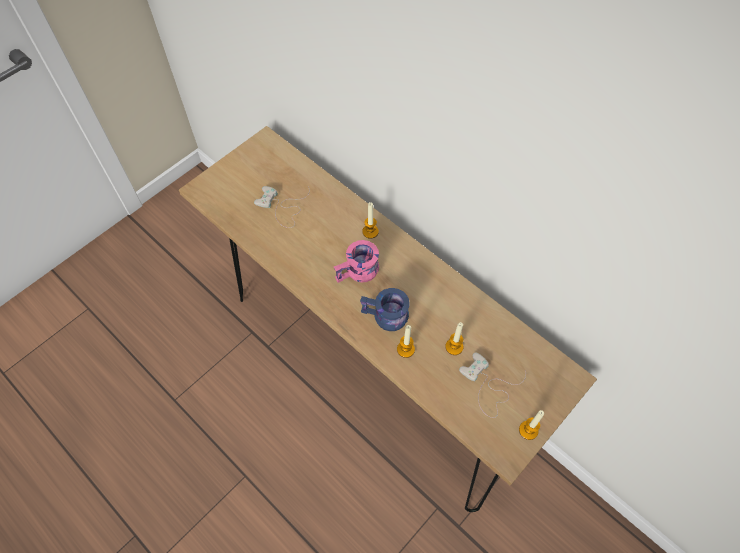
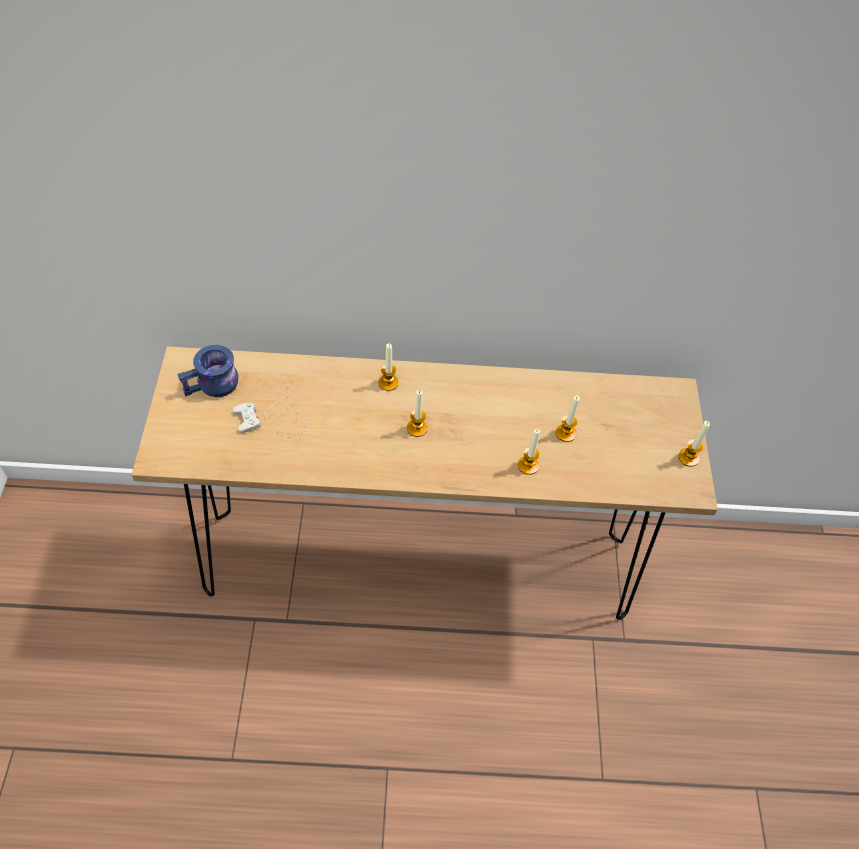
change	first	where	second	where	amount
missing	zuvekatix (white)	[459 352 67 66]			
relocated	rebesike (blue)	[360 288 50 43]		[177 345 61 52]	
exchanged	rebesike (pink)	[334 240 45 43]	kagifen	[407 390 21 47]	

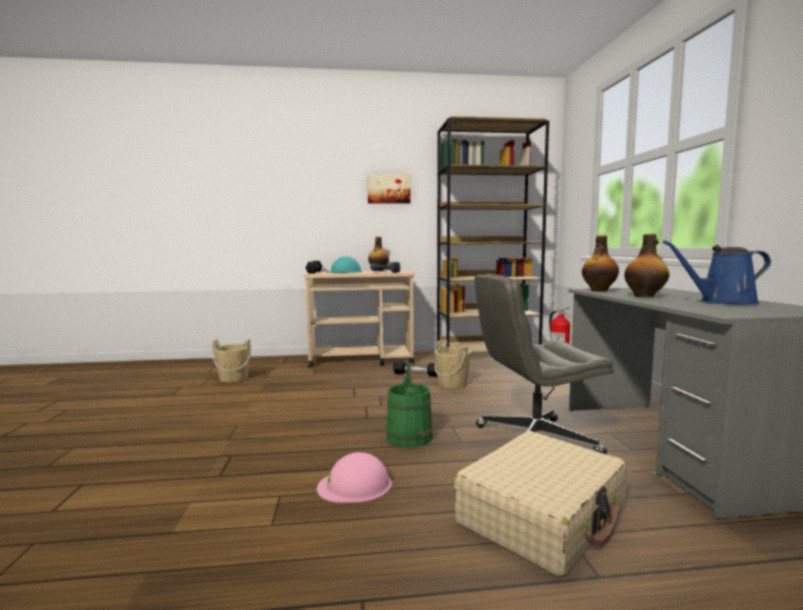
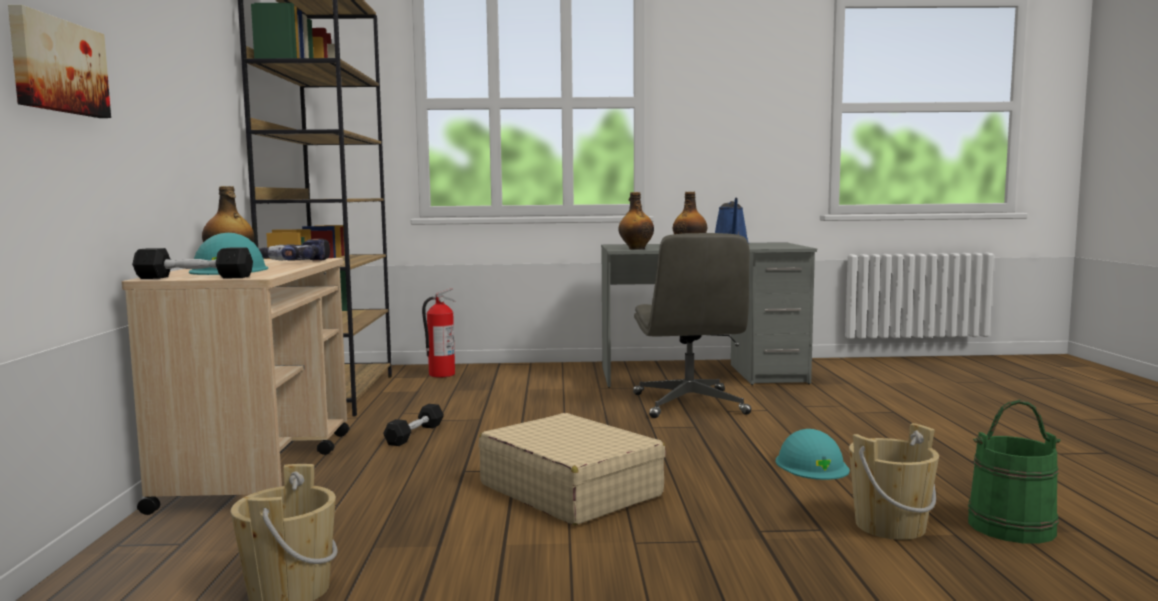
change	first	where	second	where	amount
relocated	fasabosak	[367 174 44 30]		[8 5 103 113]	
relocated	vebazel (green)	[386 362 47 85]		[968 399 92 144]	
relocated	vebazel (beige)	[434 340 37 49]		[849 423 90 117]	
relocated	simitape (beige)	[454 431 173 146]		[479 413 187 112]	
colour	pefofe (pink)	[317 452 75 51]	pefofe (turquoise)	[776 429 74 51]	

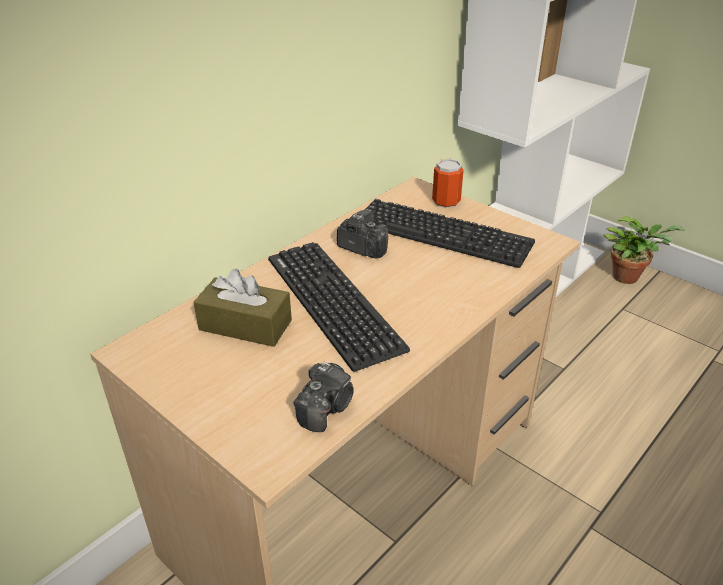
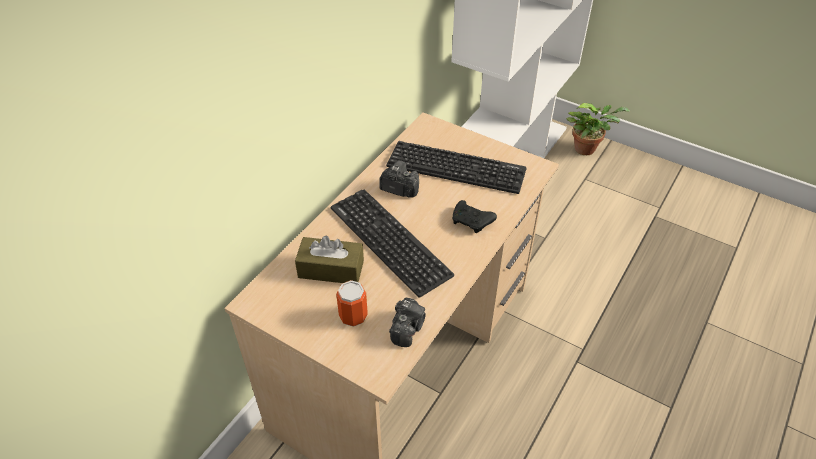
change	first	where	second	where	amount
appeared			zuvekatix (black)	[452 200 45 33]	
relocated	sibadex	[432 159 32 49]		[336 280 32 47]	

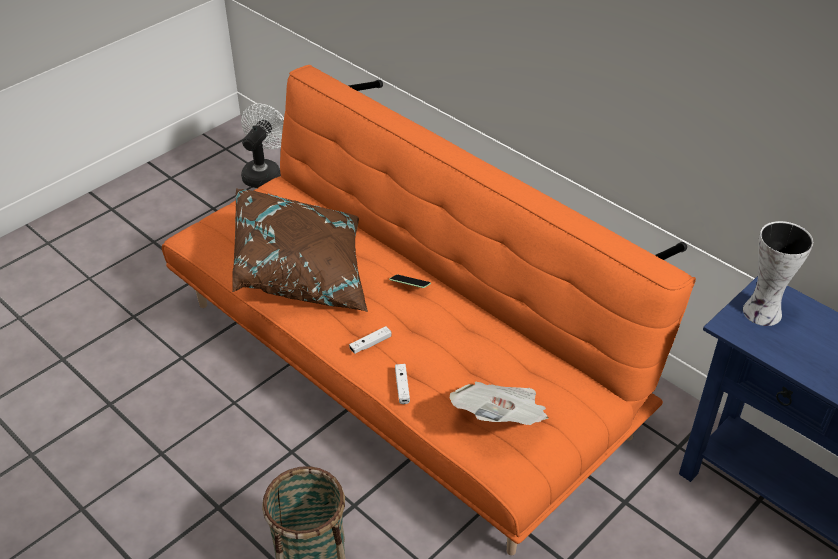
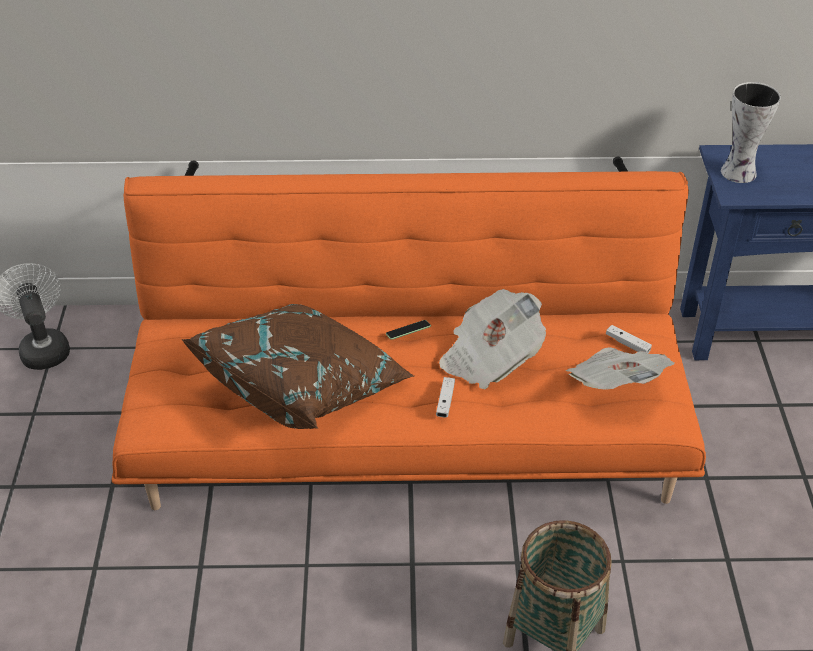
change	first	where	second	where	amount
appeared			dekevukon	[439 289 107 100]	
relocated	zuvekatix (white)	[395 364 15 40]		[606 325 46 29]	

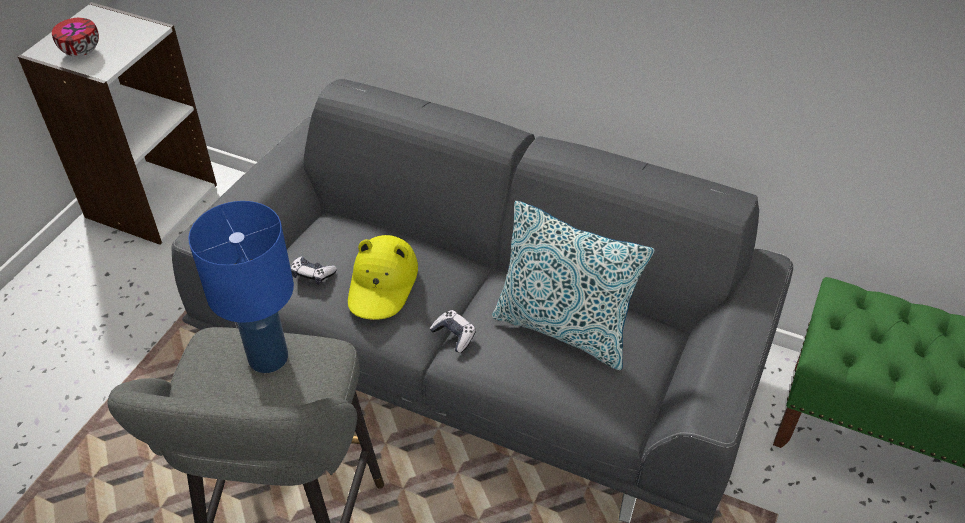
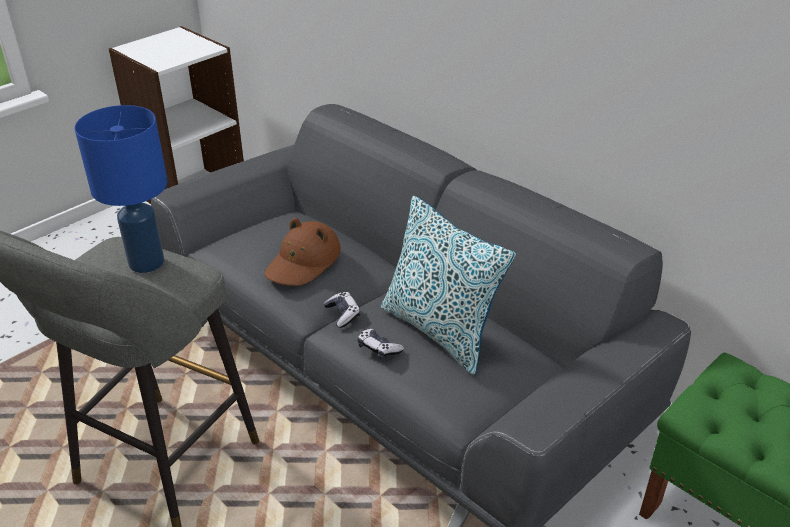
change	first	where	second	where	amount
missing	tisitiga	[52 18 47 39]			
relocated	zuvekatix	[291 256 46 29]		[358 329 46 30]	
colour	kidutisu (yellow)	[348 235 70 85]	kidutisu (brown)	[265 218 76 68]	

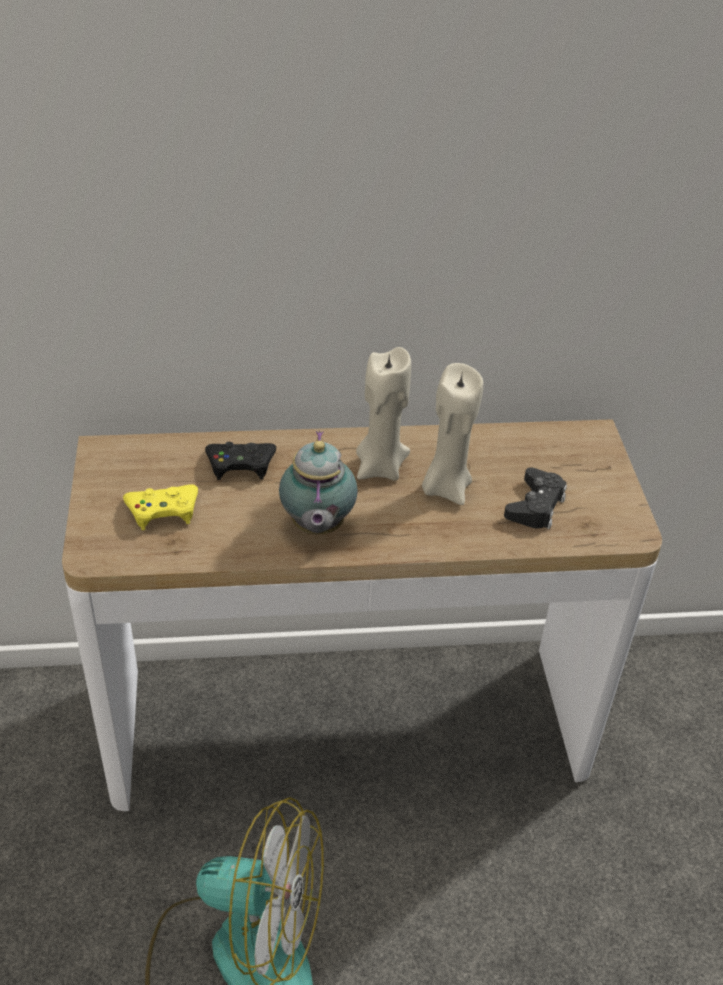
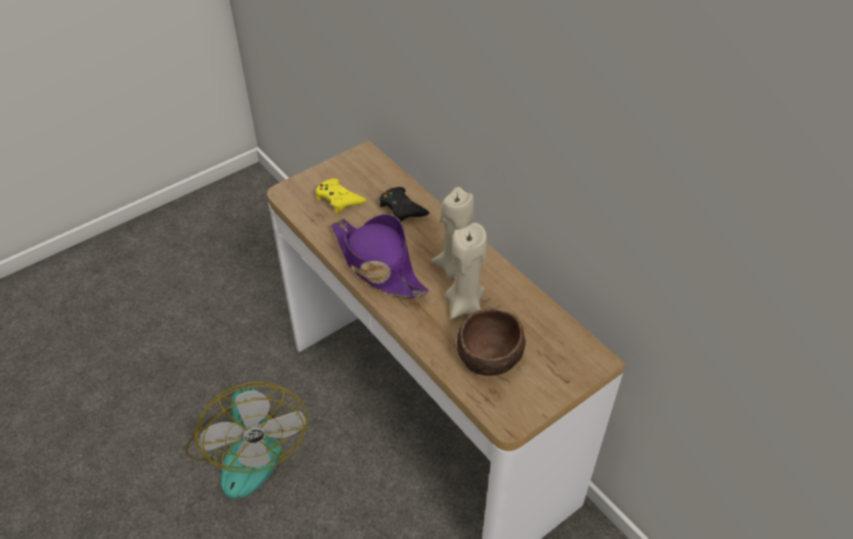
change	first	where	second	where	amount
exchanged	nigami	[279 431 79 104]	kidutisu (purple)	[331 214 98 84]	
exchanged	zuvekatix (black)	[504 467 63 62]	tisitiga (brown)	[457 309 69 67]	

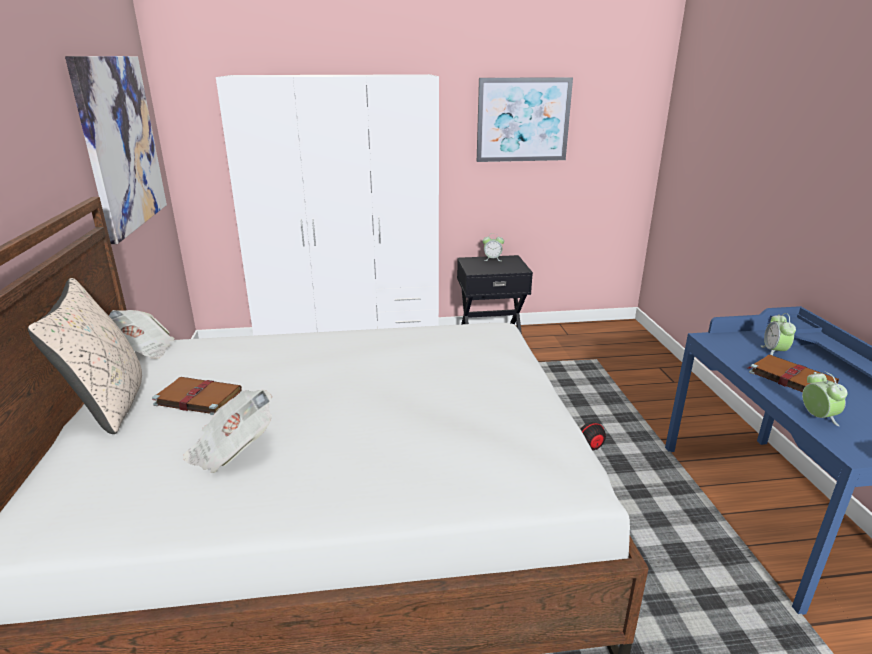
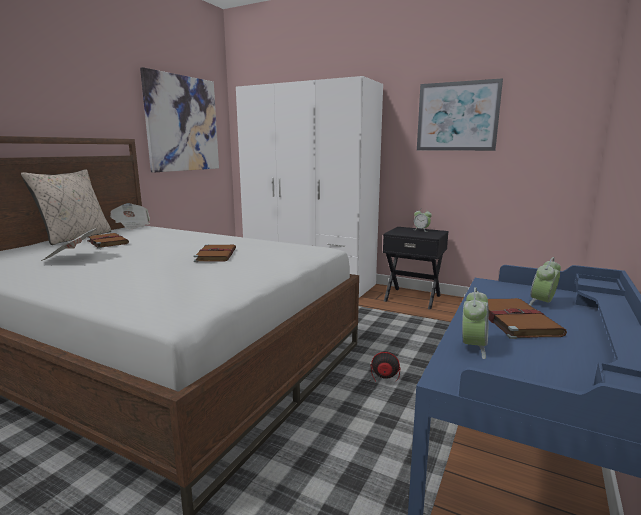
change	first	where	second	where	amount
appeared			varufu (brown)	[193 244 43 18]	

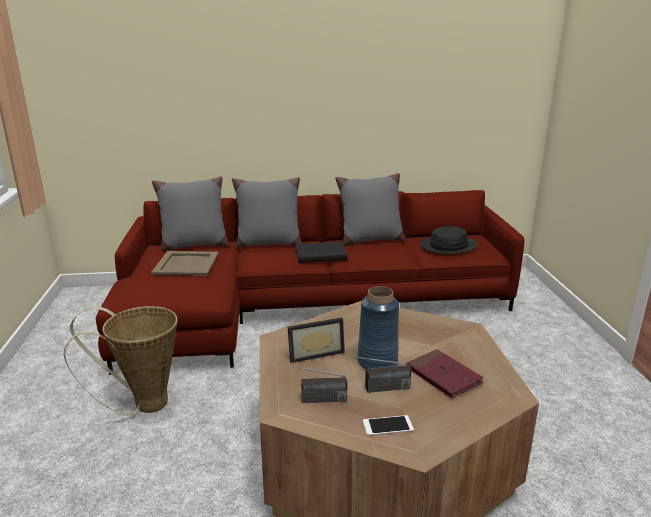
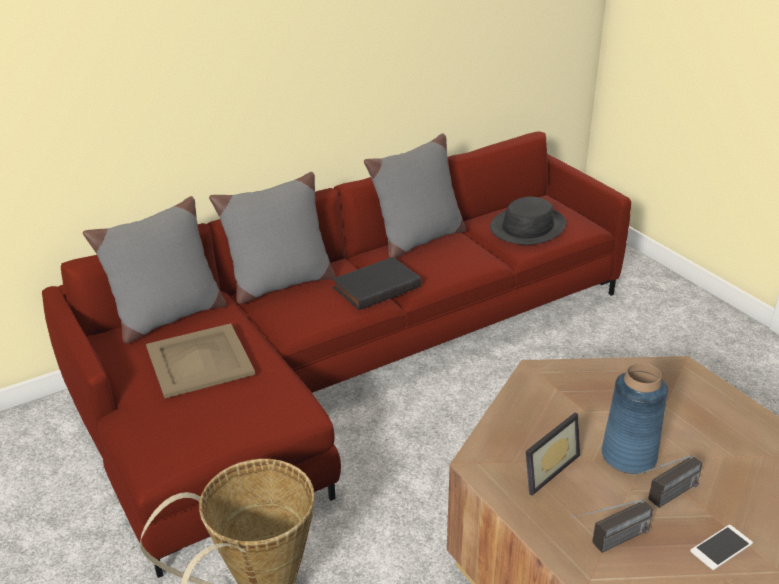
change	first	where	second	where	amount
missing	varufu (red)	[407 349 76 49]			

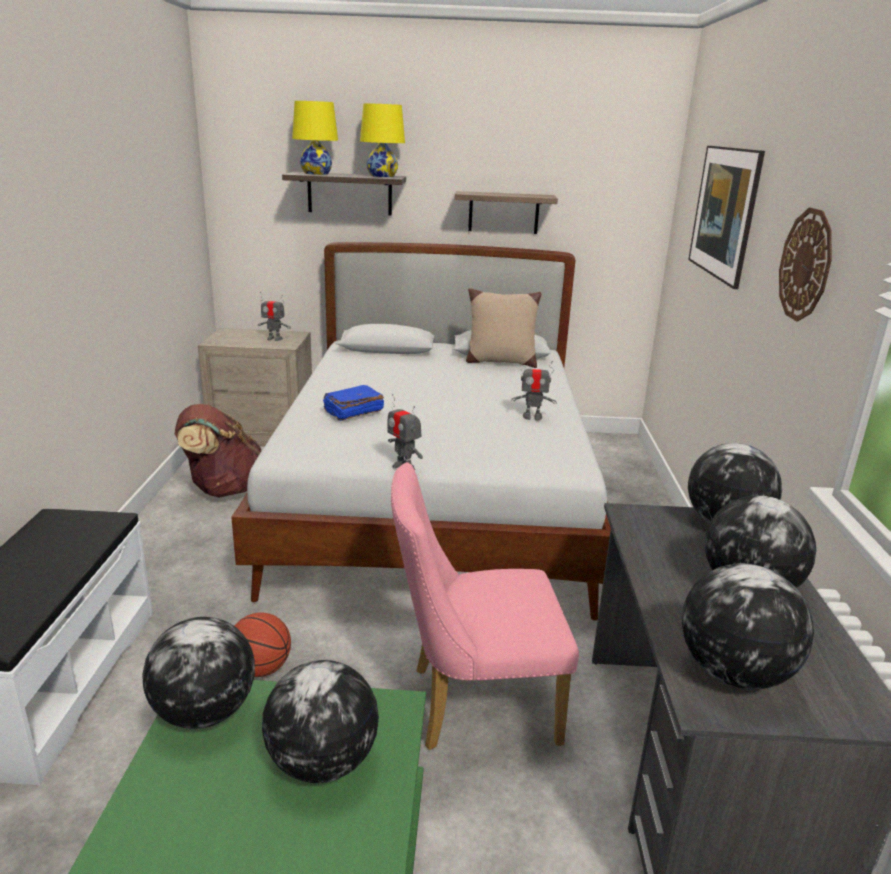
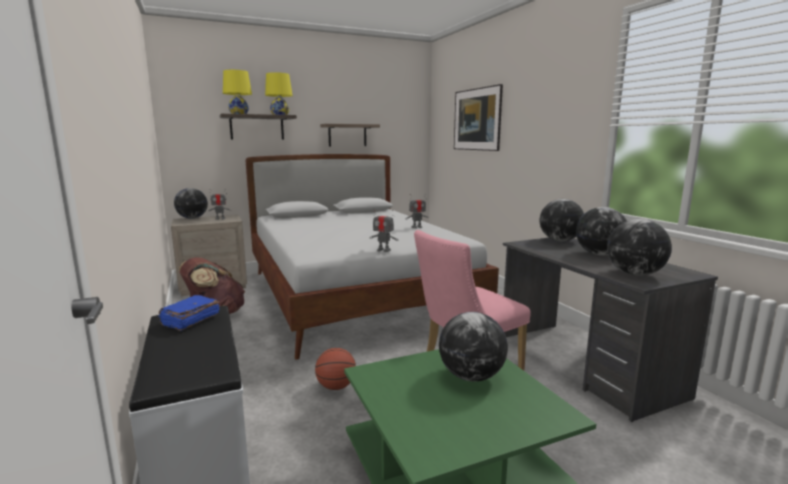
change	first	where	second	where	amount
missing	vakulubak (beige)	[466 288 75 80]			
missing	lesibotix	[779 208 53 113]			
relocated	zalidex	[143 617 112 112]		[174 188 34 31]	
relocated	varufu (blue)	[323 385 61 36]		[159 295 60 36]	

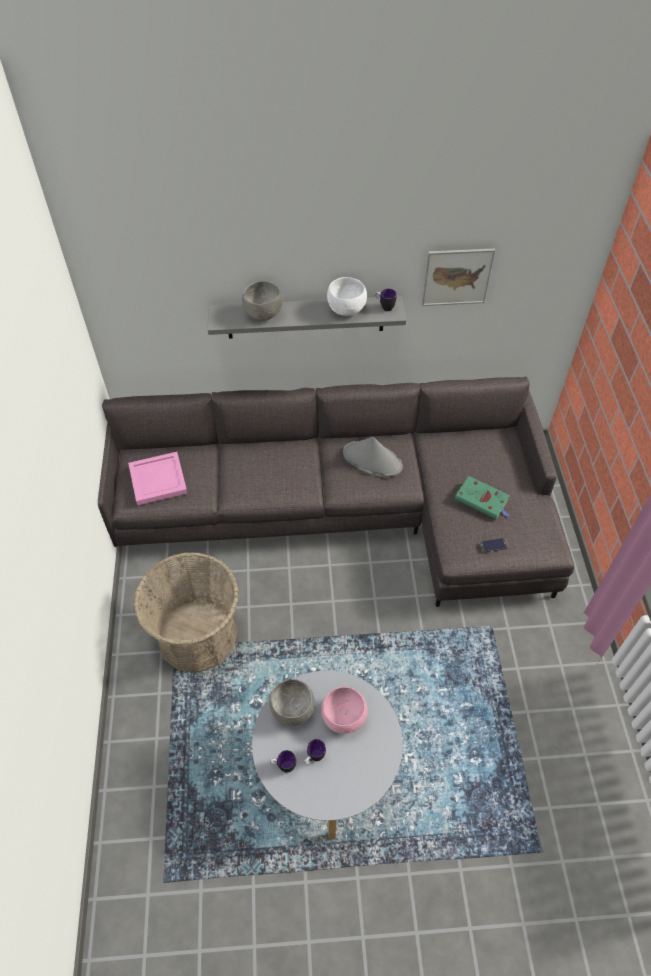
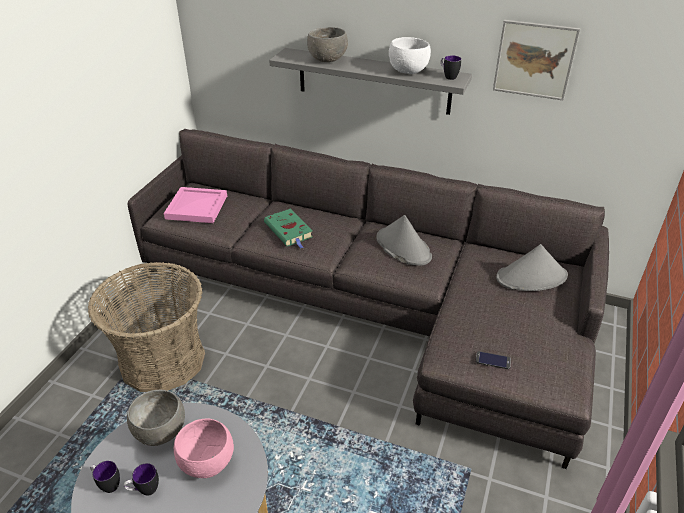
change	first	where	second	where	amount
appeared			kidutisu (grey)	[496 244 72 47]	
relocated	varufu (green)	[455 476 55 43]		[264 209 49 40]	

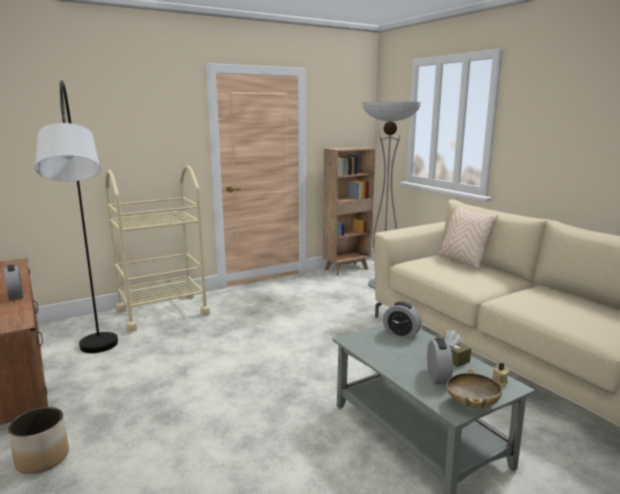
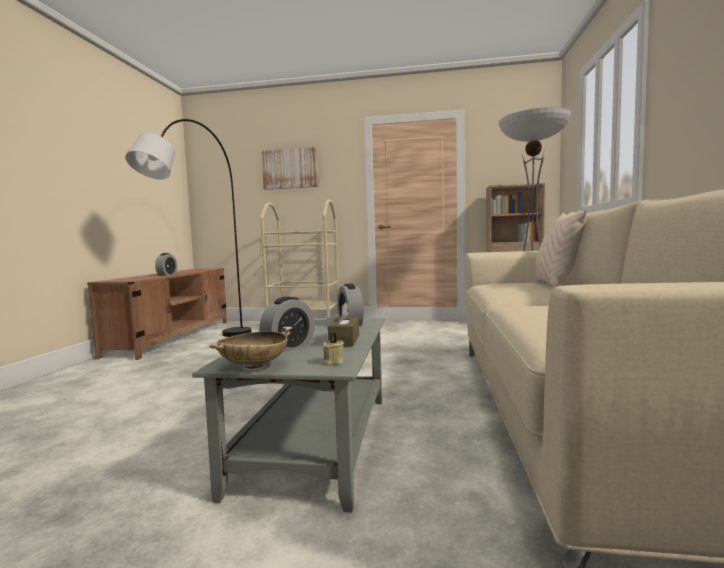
change	first	where	second	where	amount
missing	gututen	[8 407 61 67]			
appeared			fasabosak	[261 147 58 43]	

